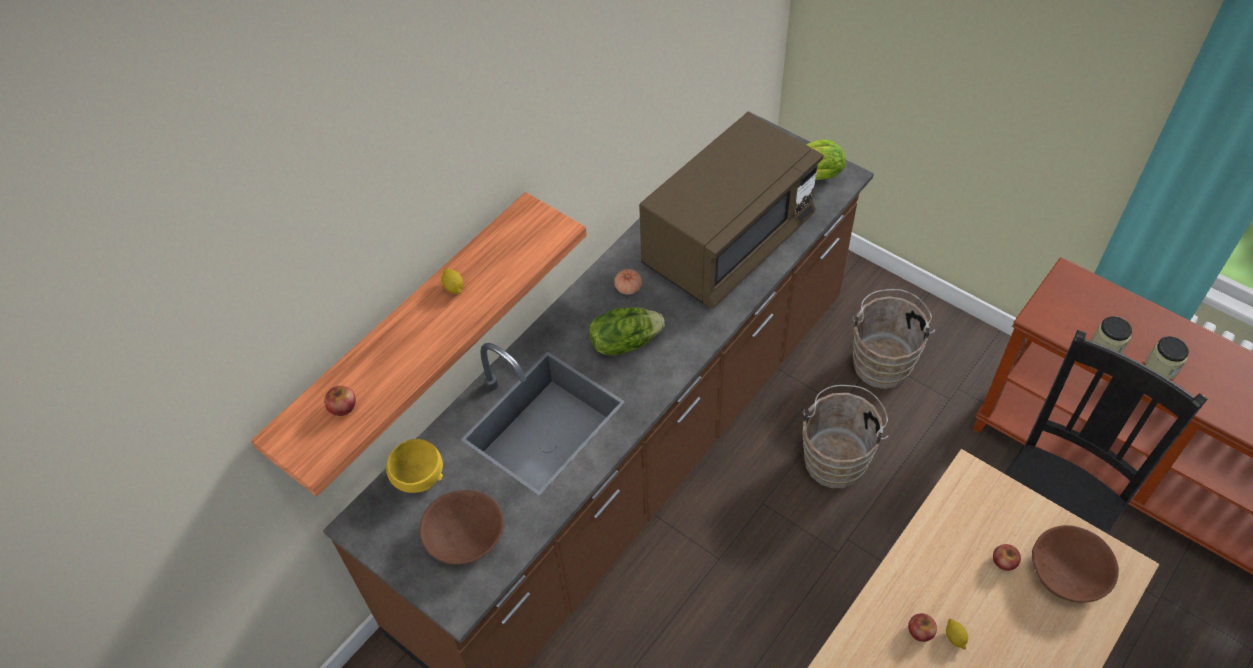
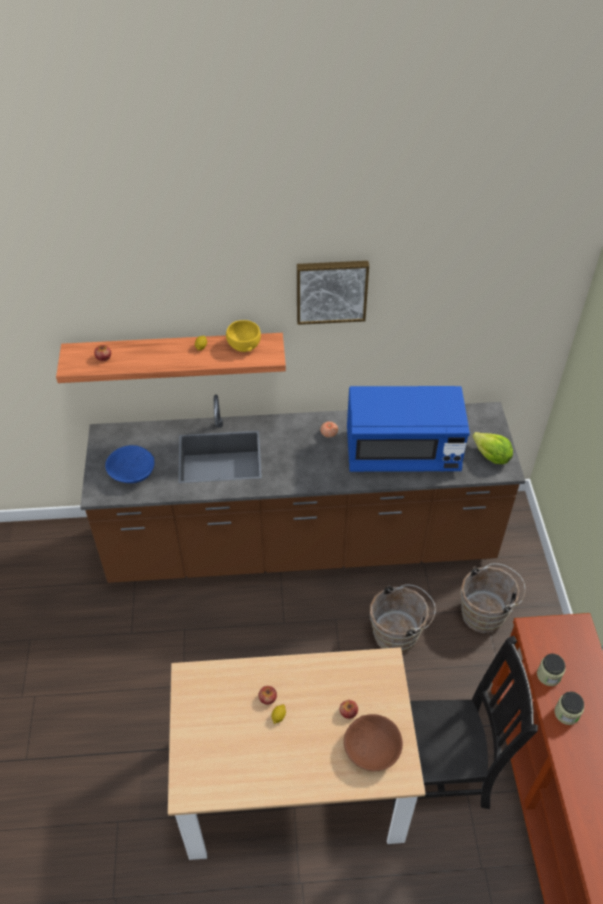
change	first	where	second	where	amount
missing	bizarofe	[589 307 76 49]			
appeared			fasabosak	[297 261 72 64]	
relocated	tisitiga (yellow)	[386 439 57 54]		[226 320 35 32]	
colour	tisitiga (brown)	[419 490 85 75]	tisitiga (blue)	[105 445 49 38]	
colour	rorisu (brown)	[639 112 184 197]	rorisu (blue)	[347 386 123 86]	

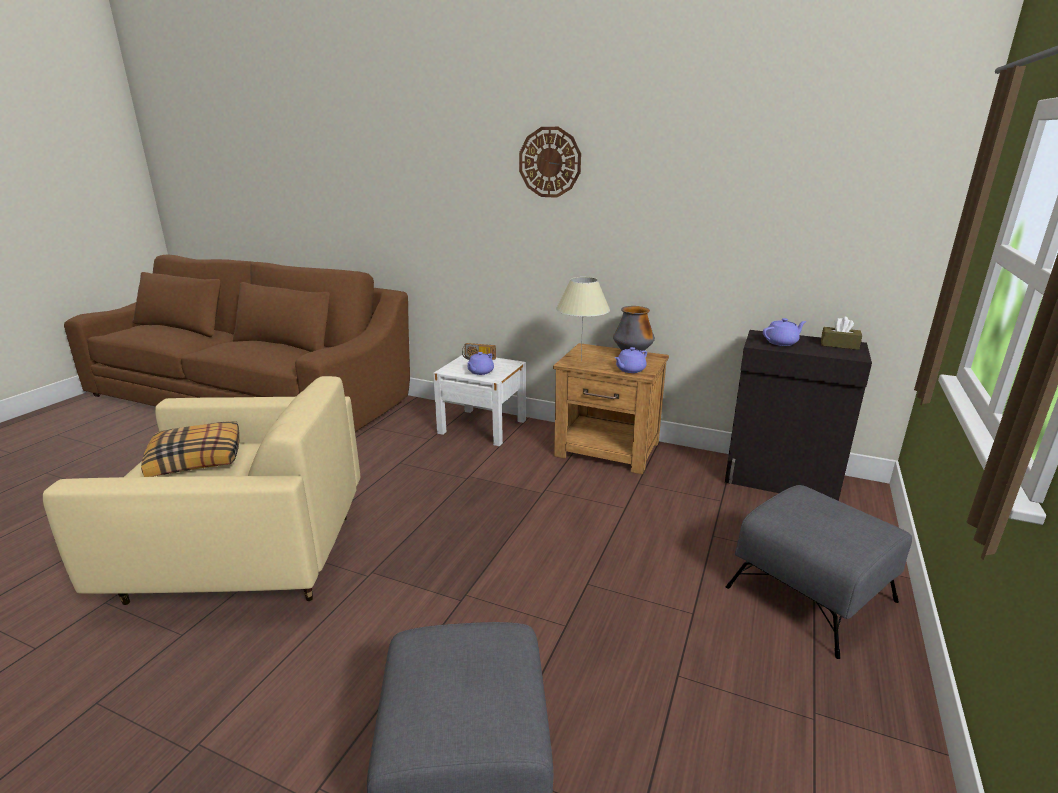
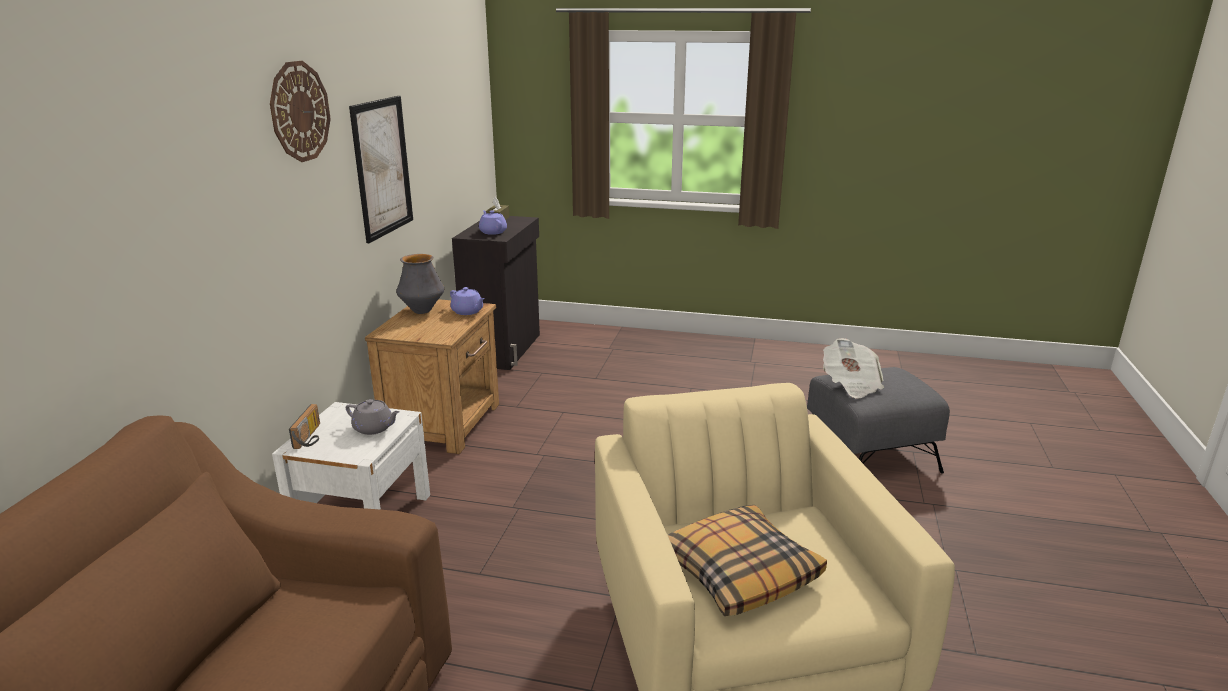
change	first	where	second	where	amount
missing	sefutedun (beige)	[556 277 54 84]			
missing	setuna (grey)	[726 485 186 174]			
appeared			fasabosak	[349 96 64 147]	
appeared			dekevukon	[823 338 61 61]	
colour	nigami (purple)	[467 352 27 23]	nigami (grey)	[346 399 54 36]	

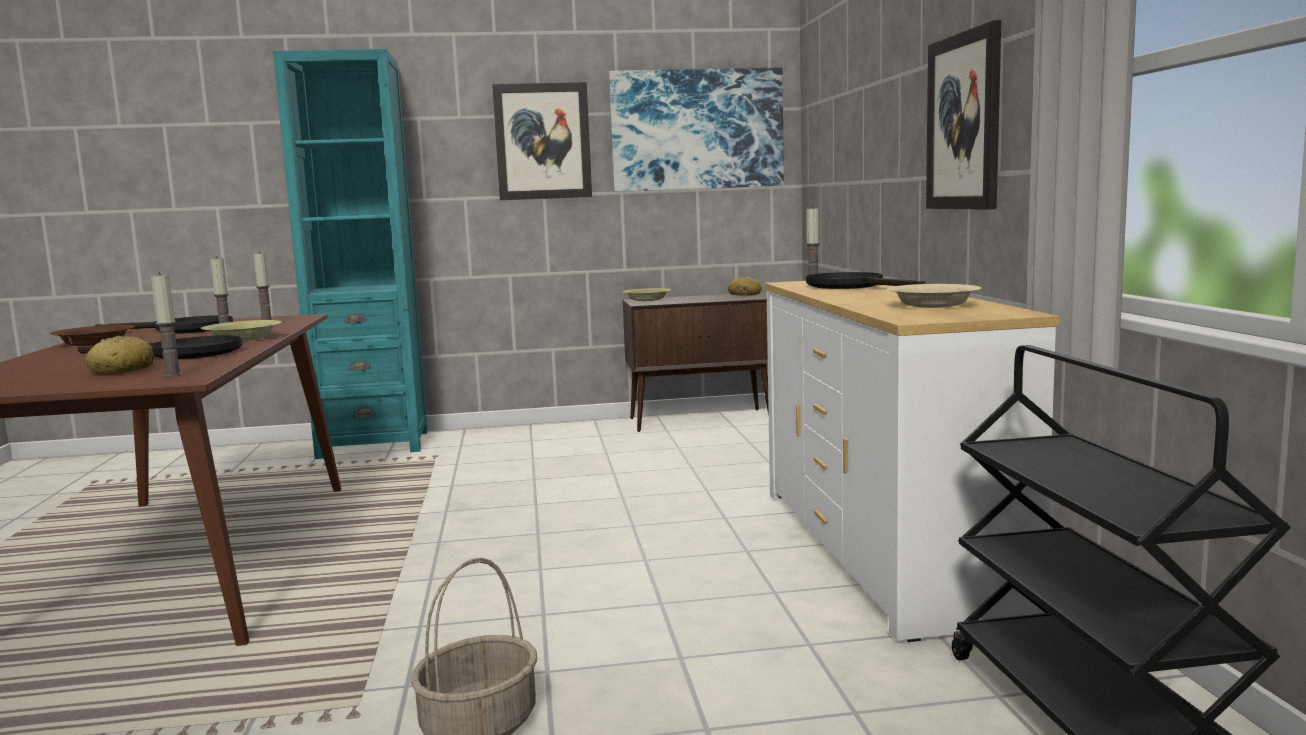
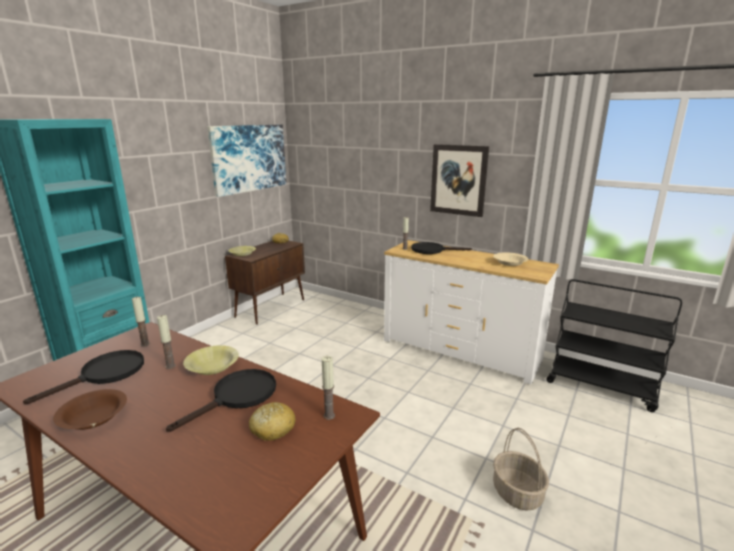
change	first	where	second	where	amount
missing	fasabosak	[492 82 100 118]			

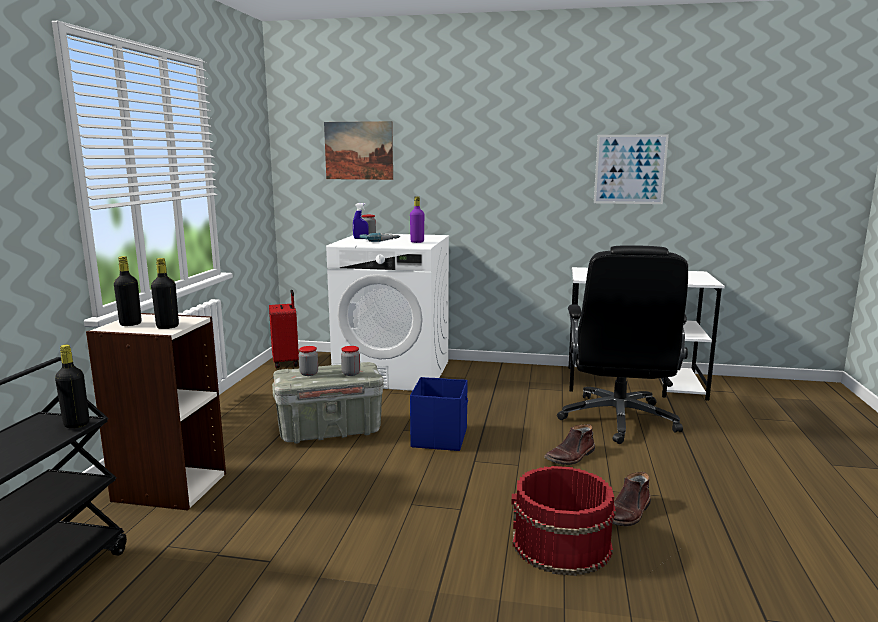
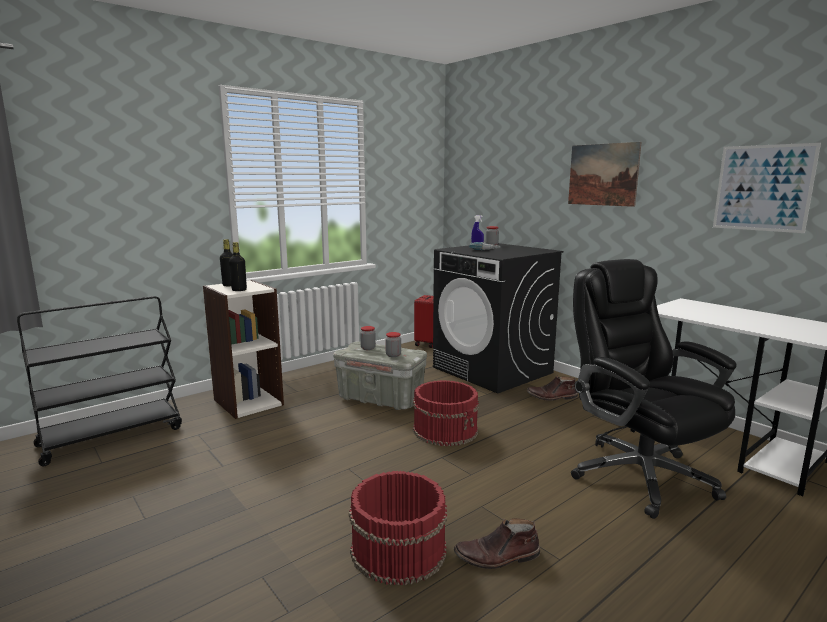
change	first	where	second	where	amount
missing	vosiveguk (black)	[55 345 34 83]			
missing	vosiveguk (purple)	[410 196 14 47]			
relocated	fasabosak	[324 121 69 59]		[568 142 74 65]	
relocated	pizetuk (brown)	[544 424 51 41]		[527 376 51 25]	
exchanged	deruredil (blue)	[410 377 58 74]	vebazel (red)	[413 380 66 66]	
colour	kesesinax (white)	[326 234 123 157]	kesesinax (black)	[433 243 130 150]	
spun	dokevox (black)	[557 245 131 199]		[571 259 166 260]	105 degrees clockwise

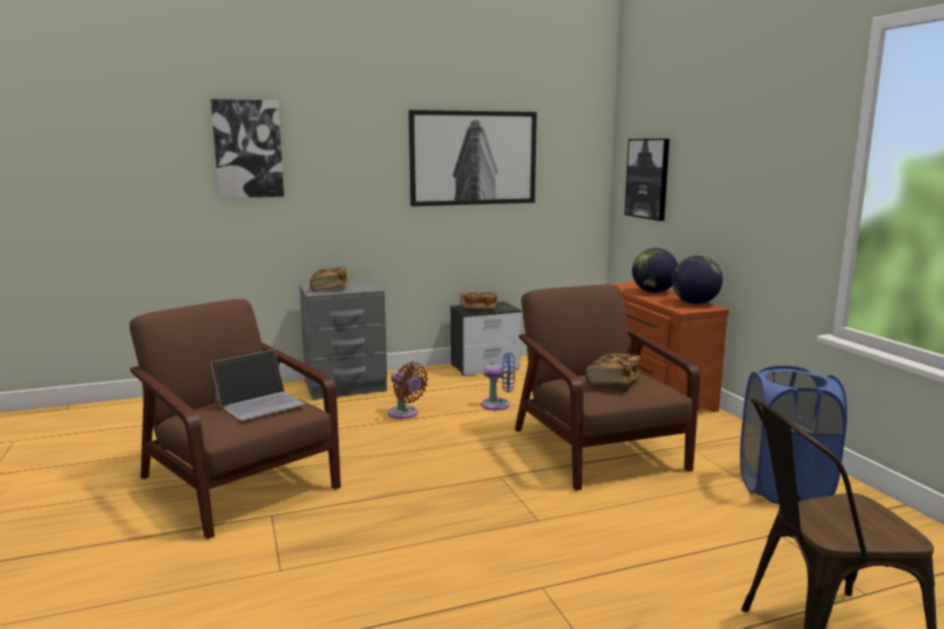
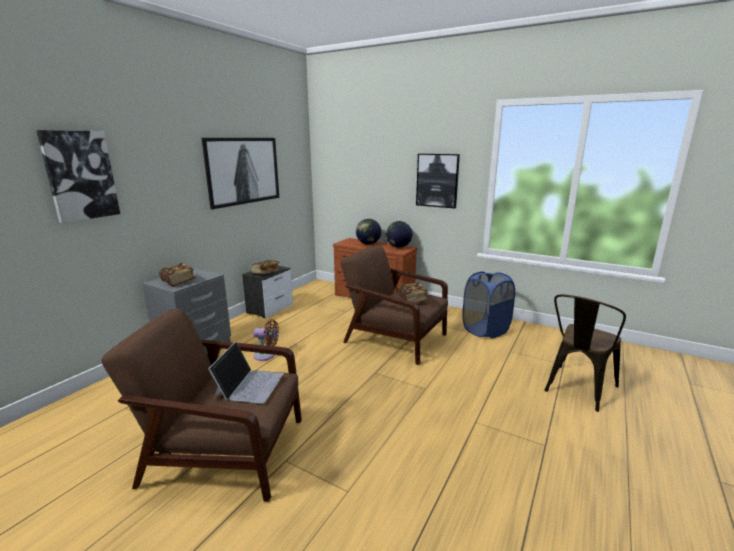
change	first	where	second	where	amount
missing	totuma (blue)	[481 352 34 58]			
relocated	fasabosak	[625 139 45 82]		[416 154 44 54]	

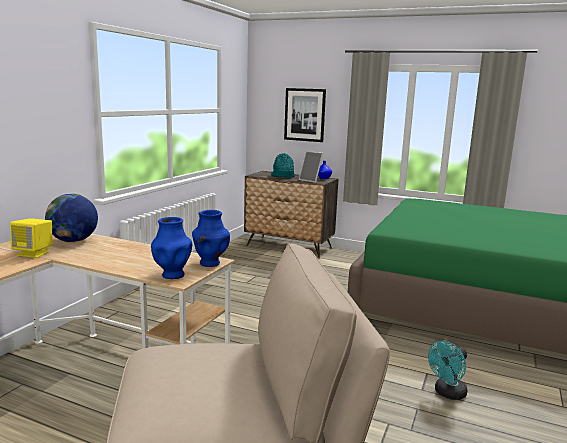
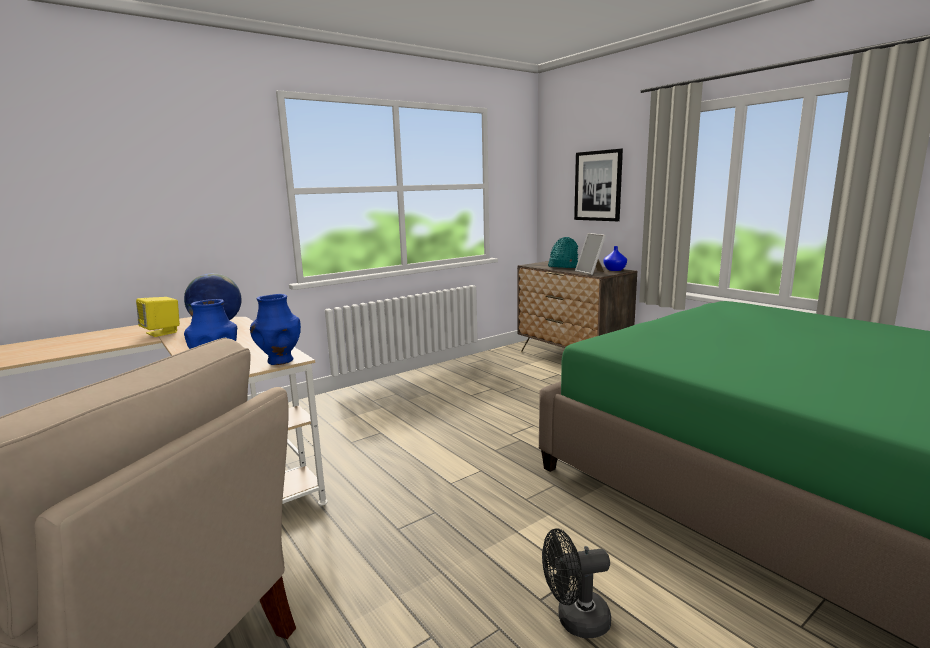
change	first	where	second	where	amount
colour	totuma (turquoise)	[428 340 40 60]	totuma (black)	[542 528 69 110]	

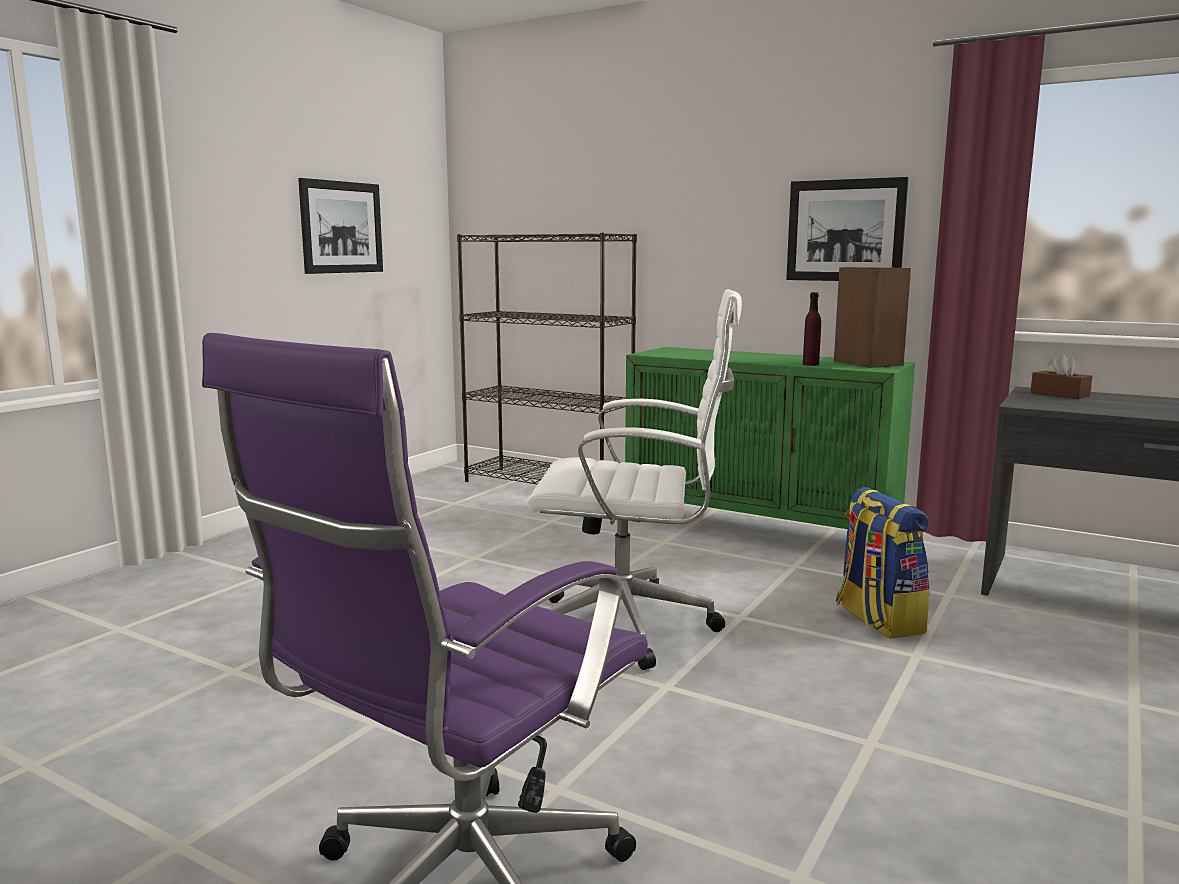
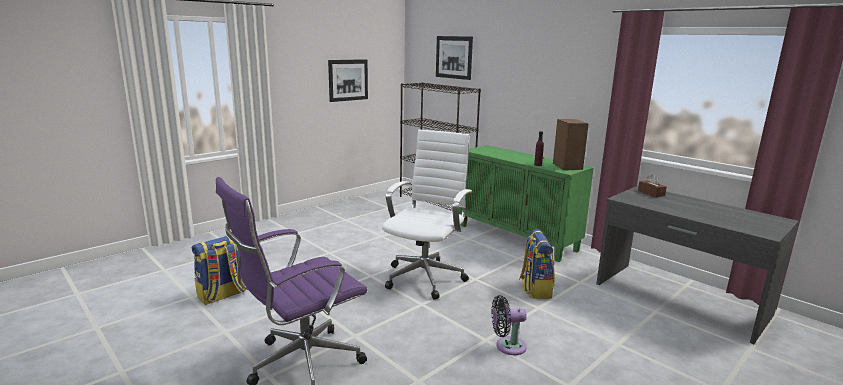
change	first	where	second	where	amount
appeared			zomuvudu	[192 236 54 69]	
appeared			totuma (black)	[491 295 36 60]	
relocated	fasabosak	[786 177 122 104]		[436 36 37 44]	
spun	dokevox (white)	[527 289 215 381]		[382 129 90 171]	90 degrees counterclockwise

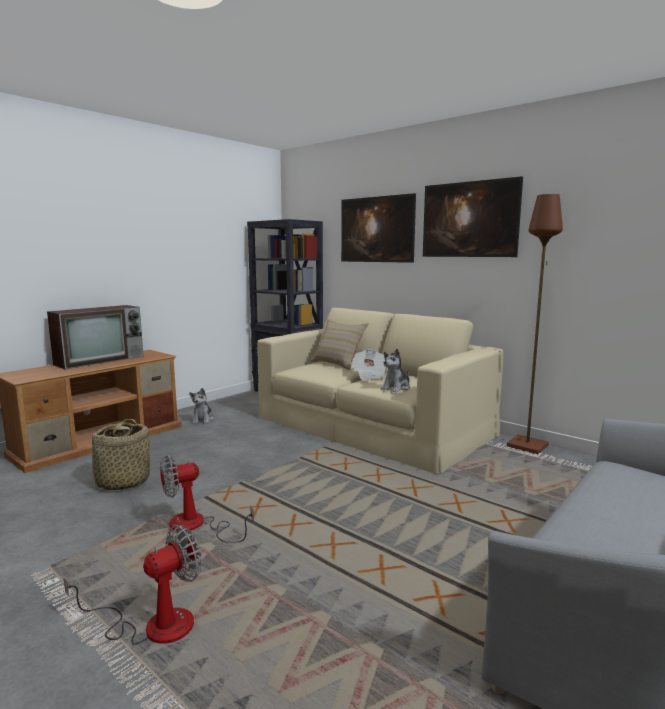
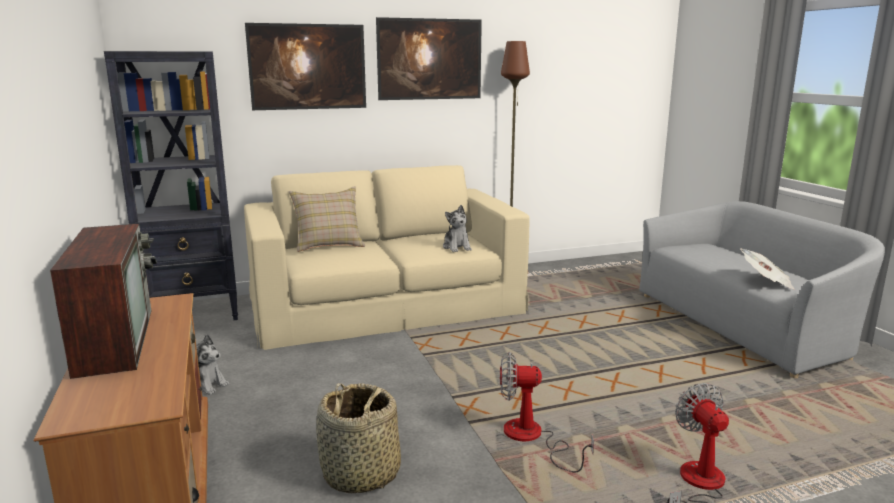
change	first	where	second	where	amount
relocated	dekevukon	[351 349 37 31]		[740 248 54 41]	
spun	totuma	[160 455 94 88]		[500 352 94 121]	90 degrees clockwise

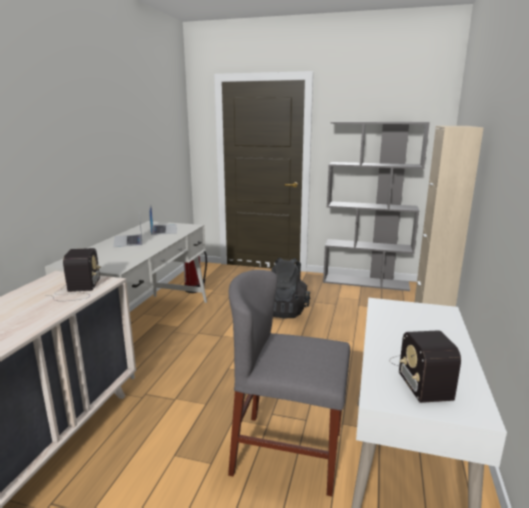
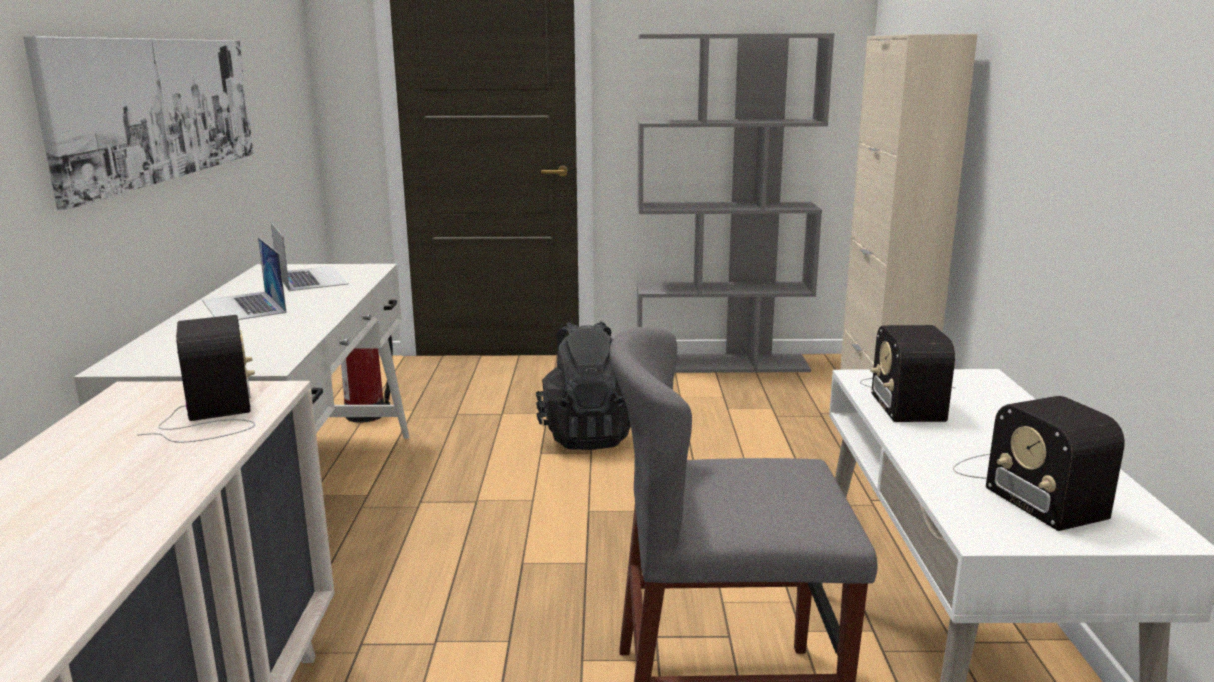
change	first	where	second	where	amount
appeared			fasabosak	[23 36 231 174]	
appeared			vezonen	[860 325 96 97]	

